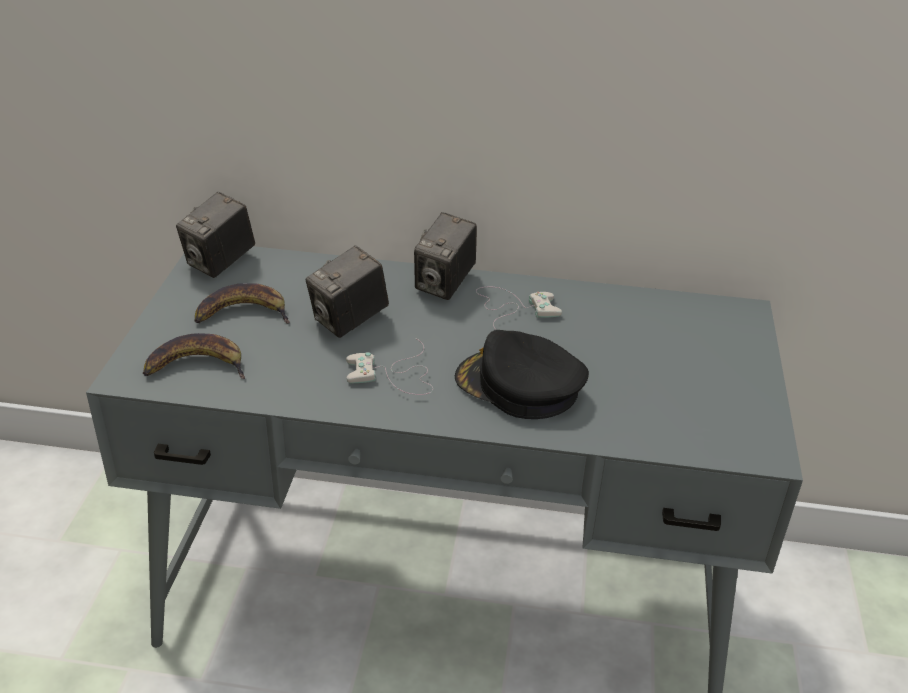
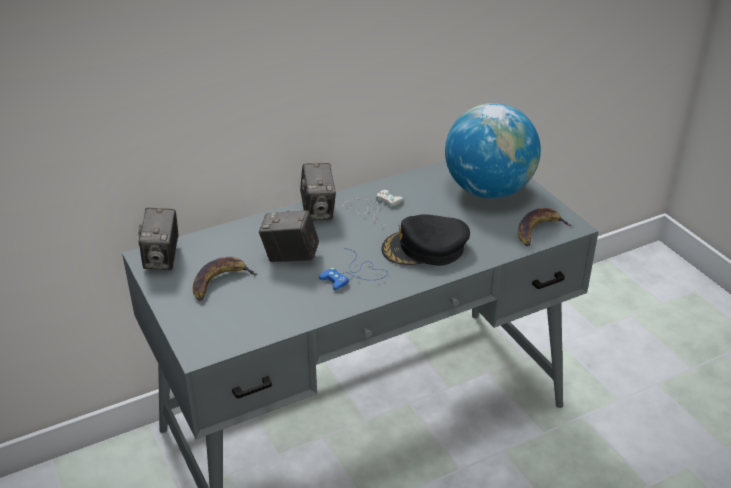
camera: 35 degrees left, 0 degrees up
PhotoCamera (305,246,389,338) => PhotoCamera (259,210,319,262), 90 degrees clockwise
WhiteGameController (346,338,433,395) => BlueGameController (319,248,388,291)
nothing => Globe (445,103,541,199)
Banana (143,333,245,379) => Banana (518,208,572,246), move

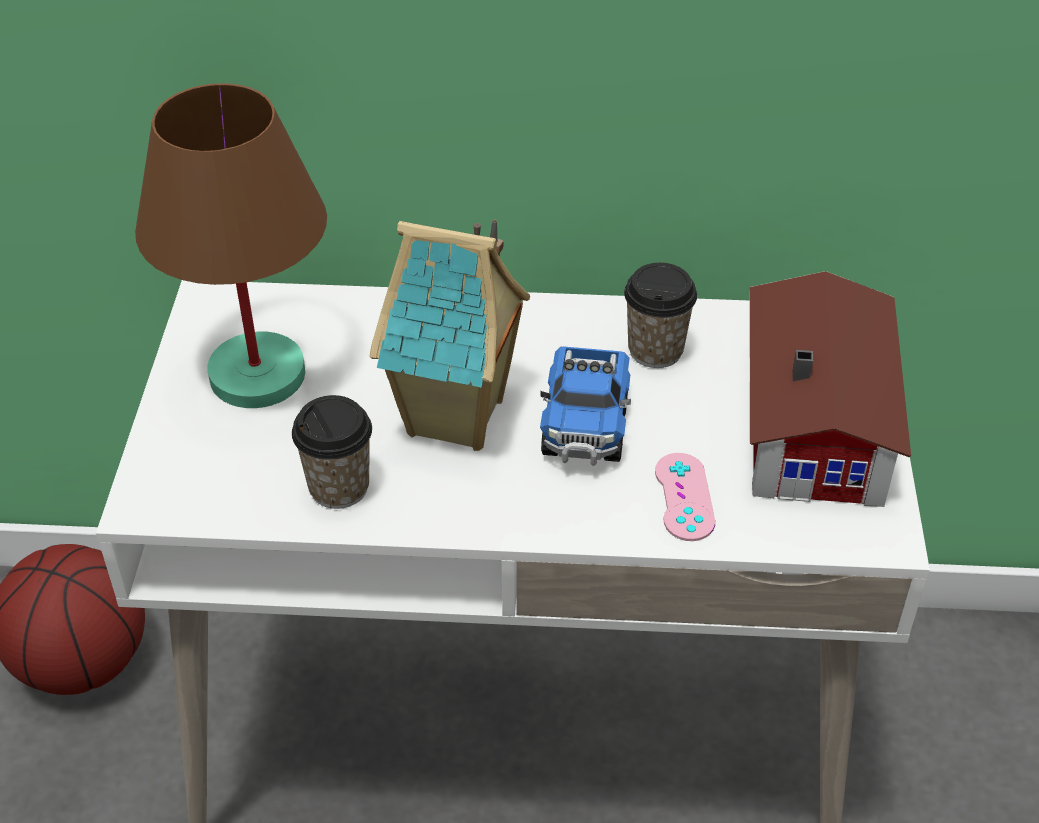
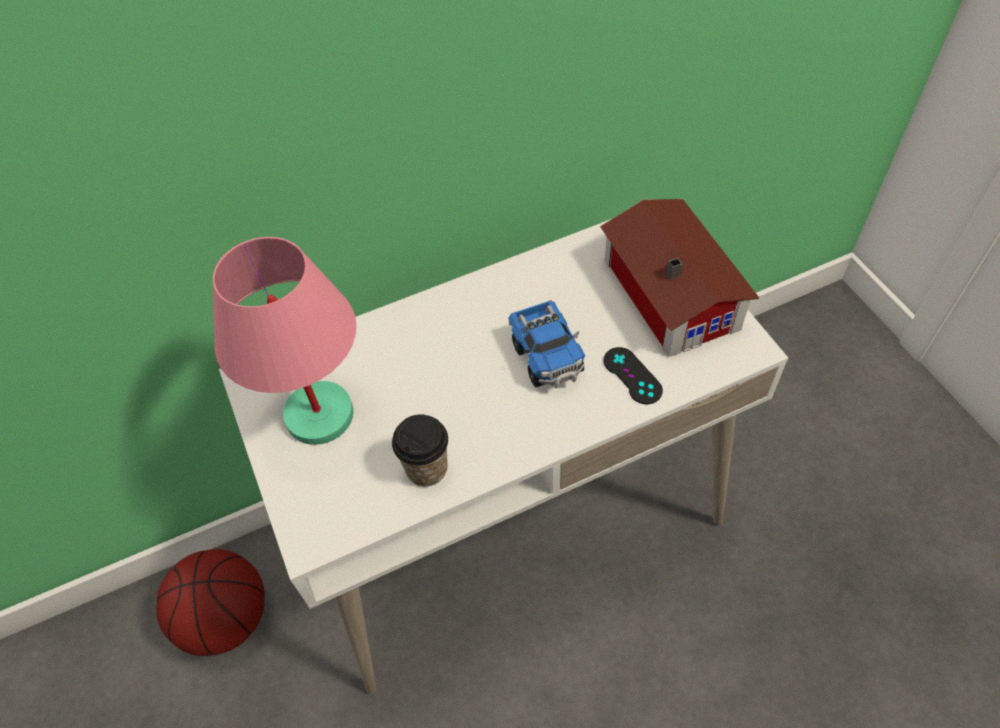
camera: 25 degrees left, 10 degrees up
BrownTableLamp (135,83,327,408) => PinkTableLamp (213,237,357,445)
PinkGameController (655,453,715,541) => BlackGameController (603,347,663,404)
ToyHouse (370,219,530,451) => nothing
Cup (624,263,697,368) => nothing

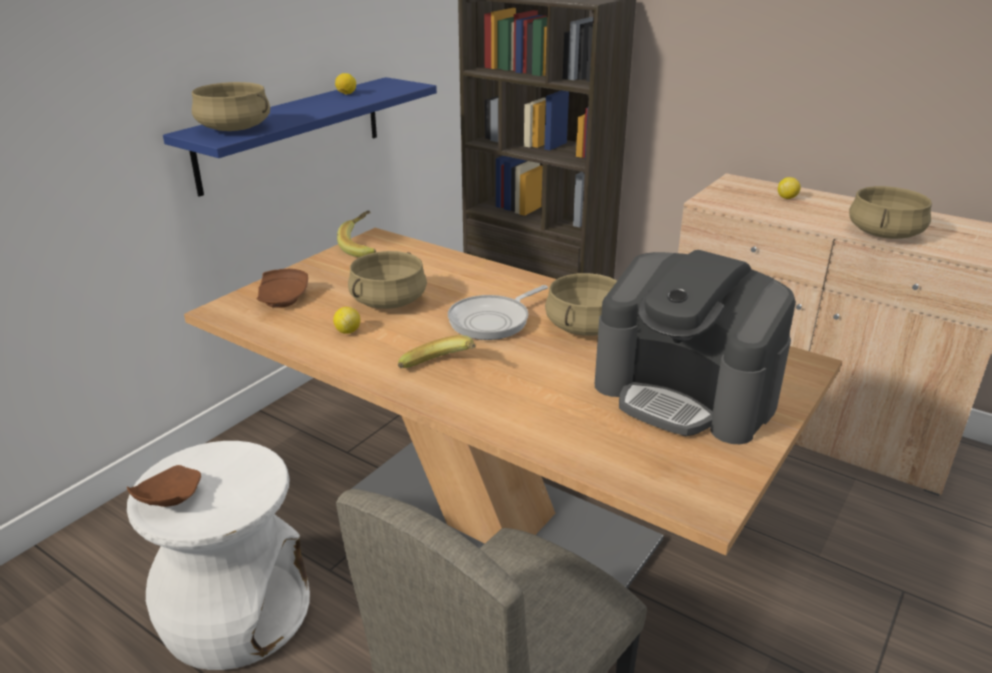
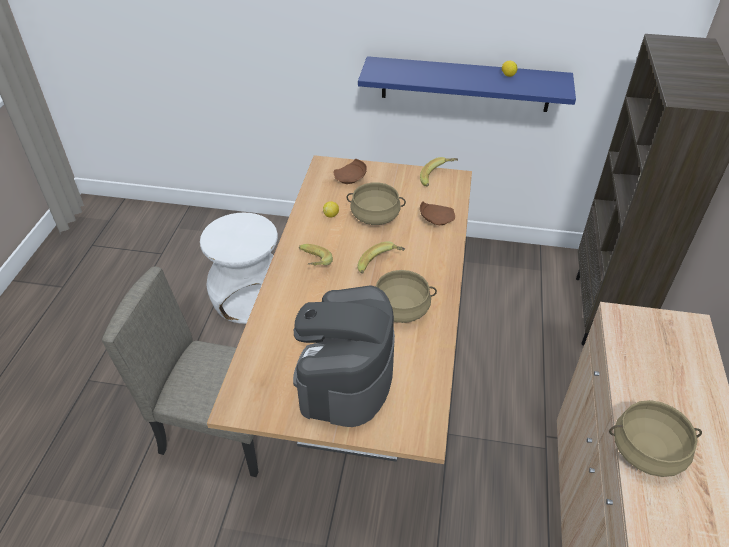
camera: 65 degrees right, 15 degrees up
FryingPan (448,285,548,340) => Banana (357,241,405,274)
BrownPlate (127,465,201,507) => BrownPlate (420,201,455,225), move
BeigeCookingPot (192,82,270,131) => nothing
Lemon (778,177,801,199) => nothing

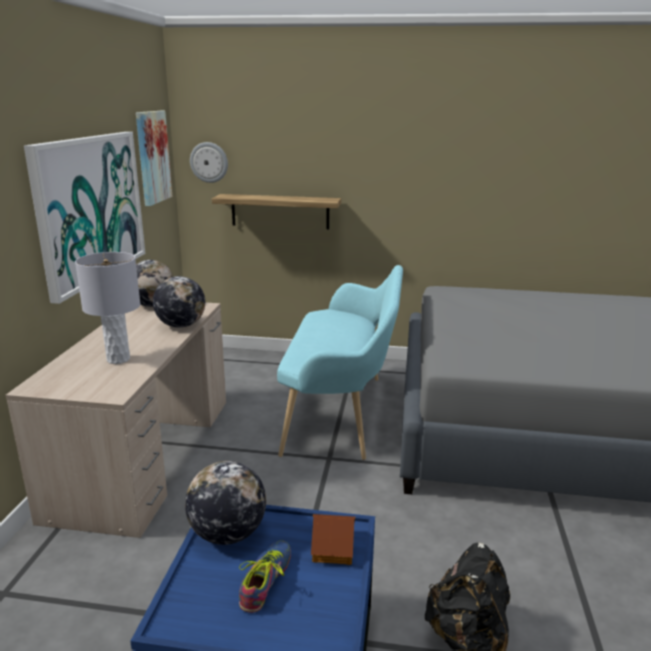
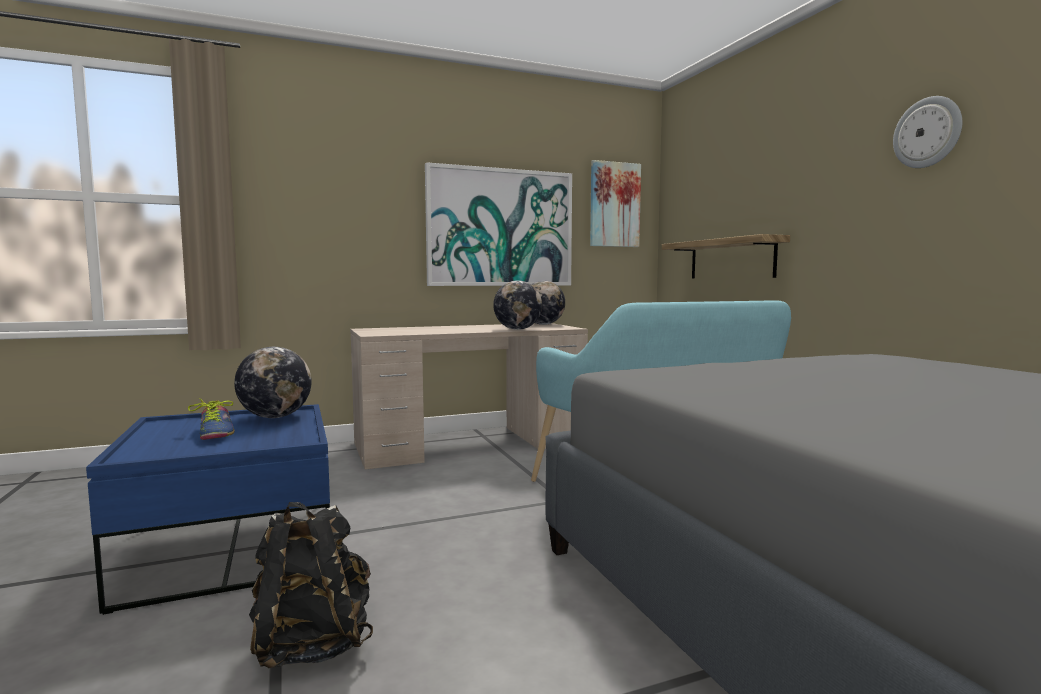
camera: 60 degrees right, 15 degrees down
Shoe (239,541,291,613) => Shoe (188,398,235,440), 75 degrees clockwise
WallClock (190,142,228,183) => WallClock (893,96,962,168), move
GreyTableLamp (75,252,140,364) => nothing
ToyHouse (311,514,355,565) => nothing

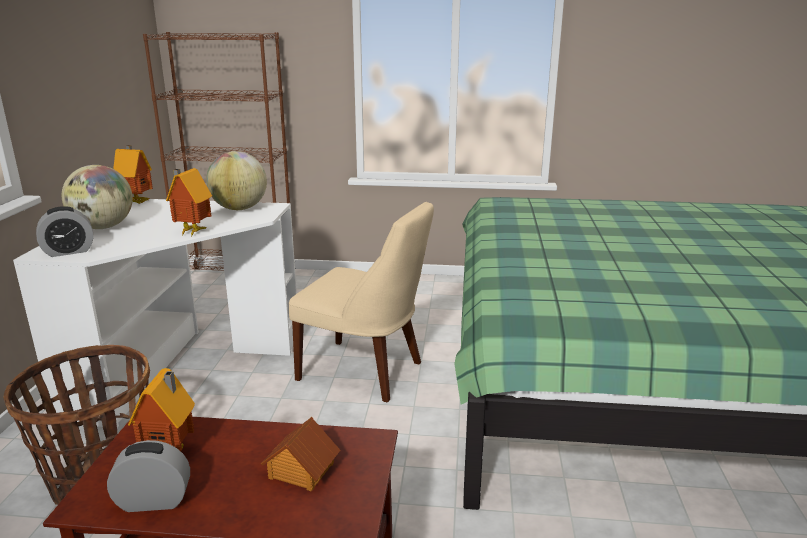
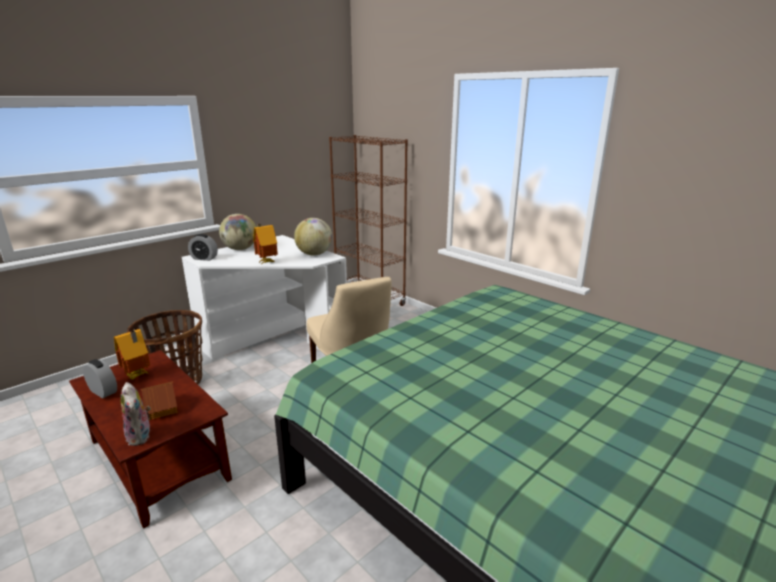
camera: 40 degrees right, 0 degrees up
nothing => PlushToy (121,382,151,446)
ToyHouse (113,145,153,204) => nothing

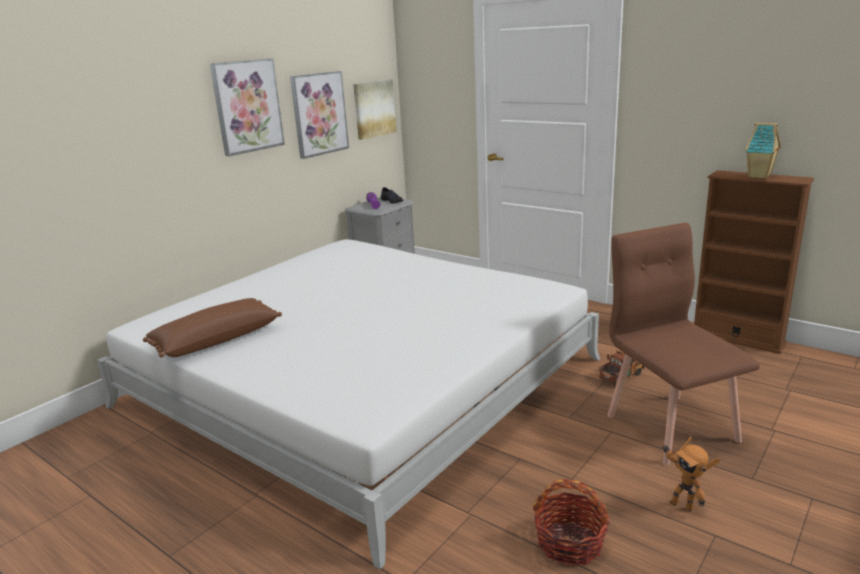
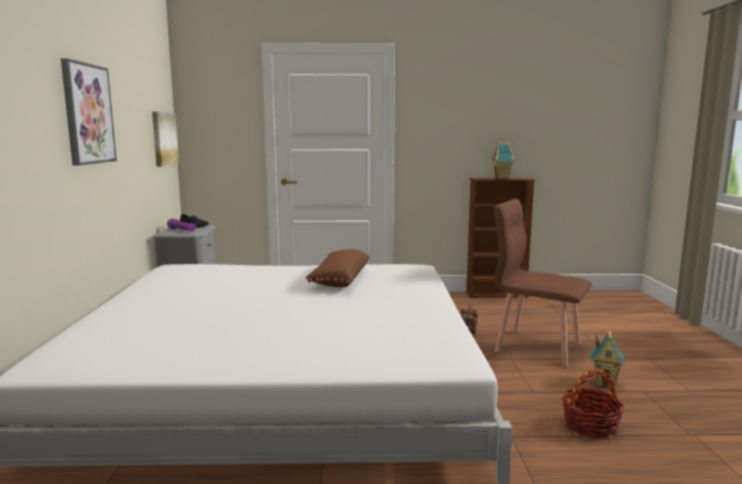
camera: 40 degrees left, 10 degrees down
BrownPillow (143,298,282,358) => BrownPillow (306,249,370,287), move
ToyRobot (662,437,720,511) => ToyHouse (591,331,625,388)
Picture (290,71,349,159) => nothing

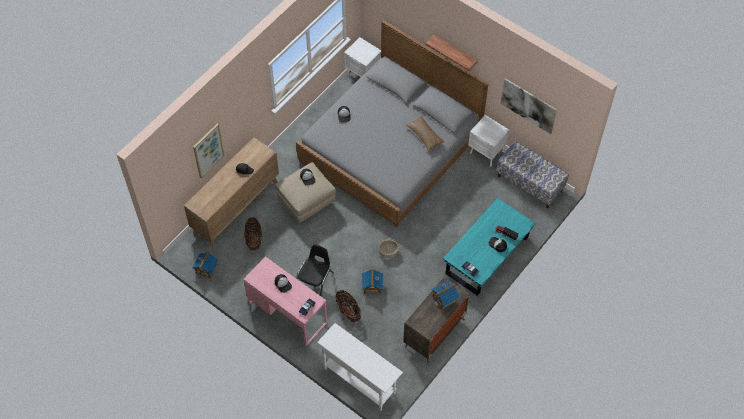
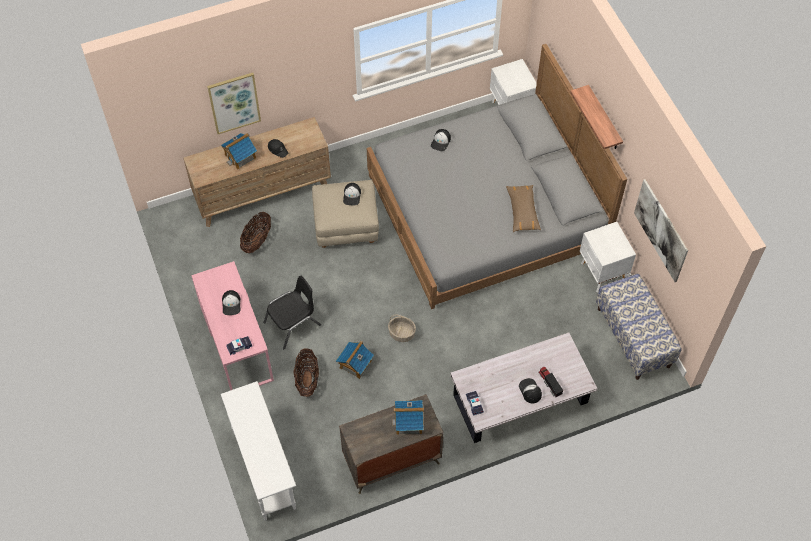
camera: 30 degrees right, 0 degrees up
ToyHouse (192,251,219,278) => ToyHouse (221,133,257,169), move
TurquoiseCoffeeTable (443,198,535,296) => WhiteCoffeeTable (450,332,598,443)

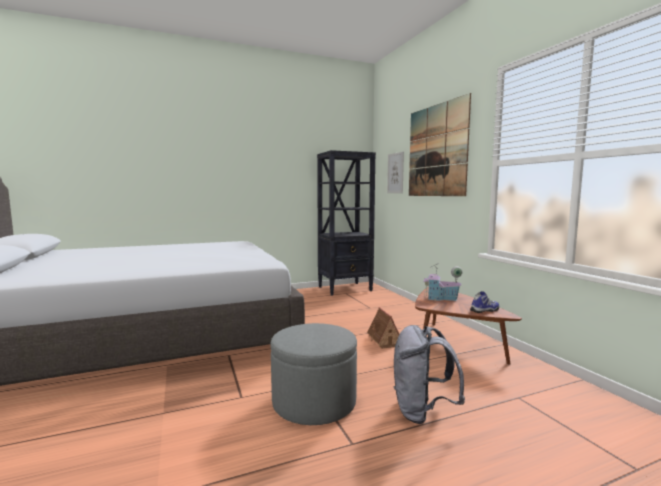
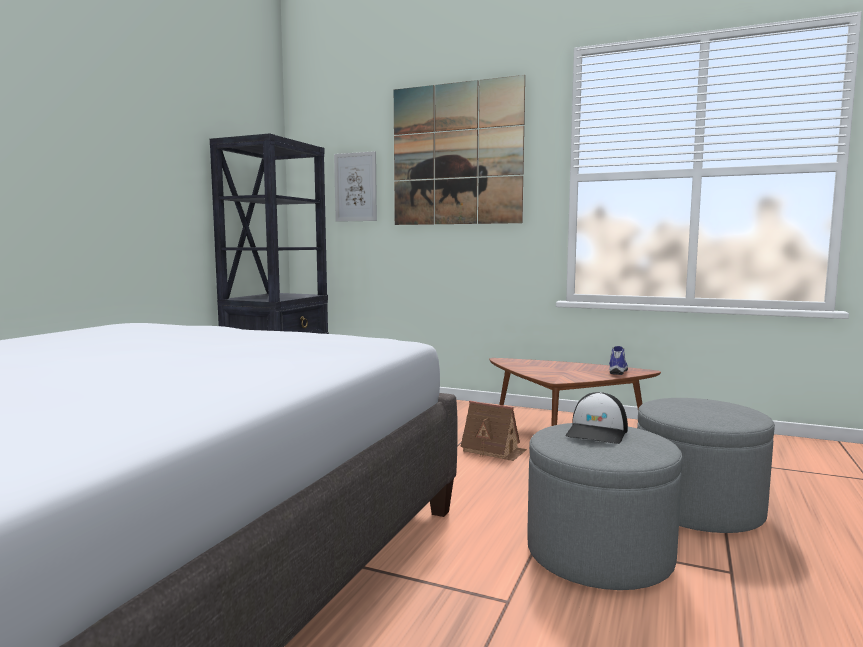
camera: 45 degrees left, 0 degrees up
nothing => Cap (565,392,628,444)
GreyBackpack (394,325,465,424) => GreyOttoman (637,398,775,533)
ToyHouse (423,263,462,301) => nothing

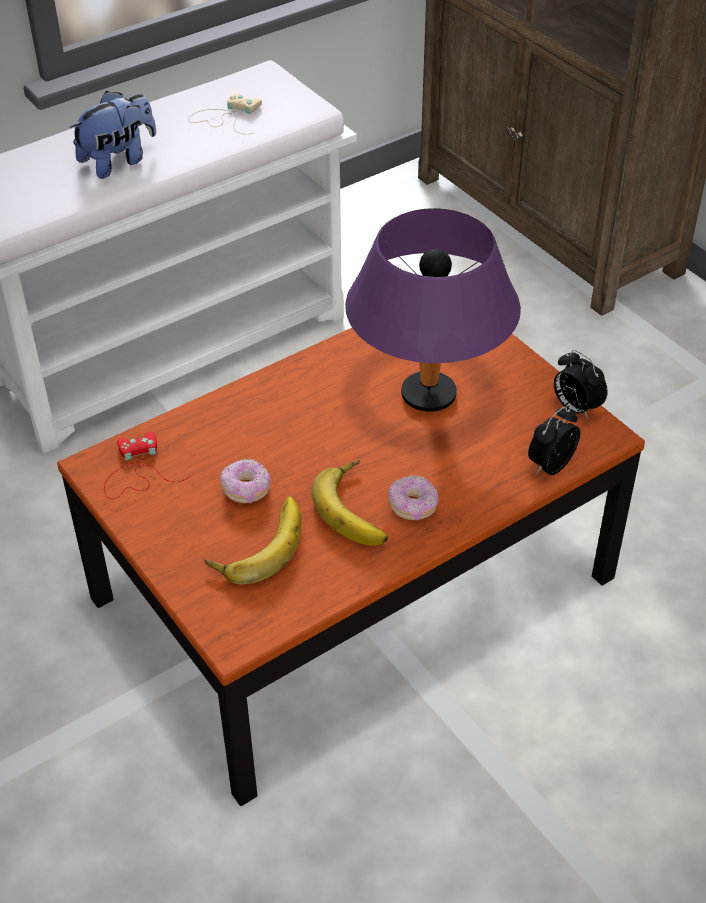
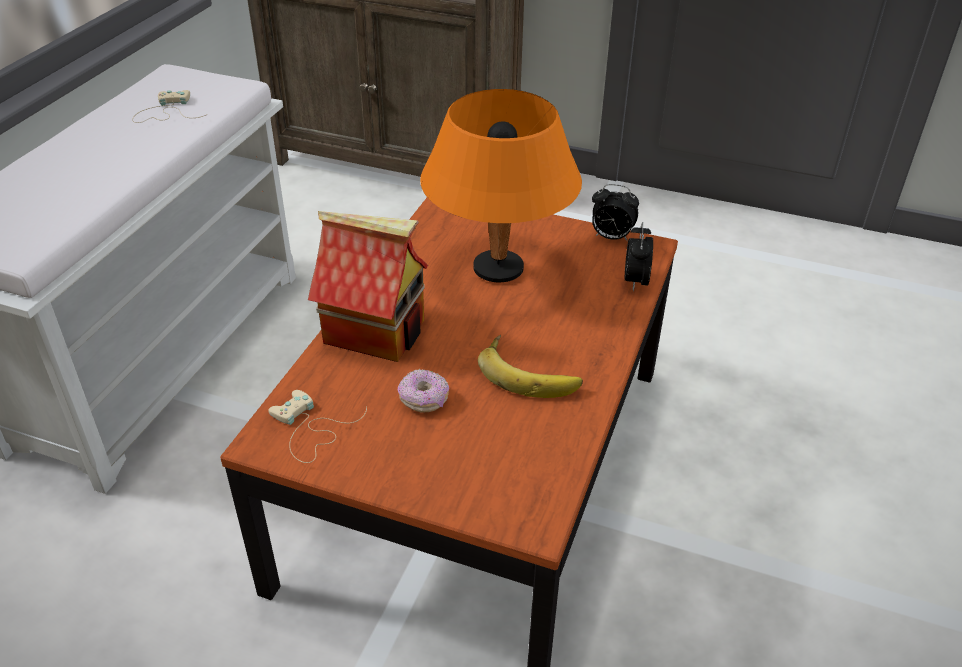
camera: 35 degrees left, 5 degrees down
RedGameController (104,432,194,499) => BeigeGameController (268,390,367,463)
nothing => ToyHouse (308,211,428,362)
PurpleTableLamp (345,208,521,412) => OrangeTableLamp (420,89,582,282)
PlushToy (69,91,156,179) => nothing
Banana (205,496,301,585) => nothing
Donut (388,475,439,521) => nothing

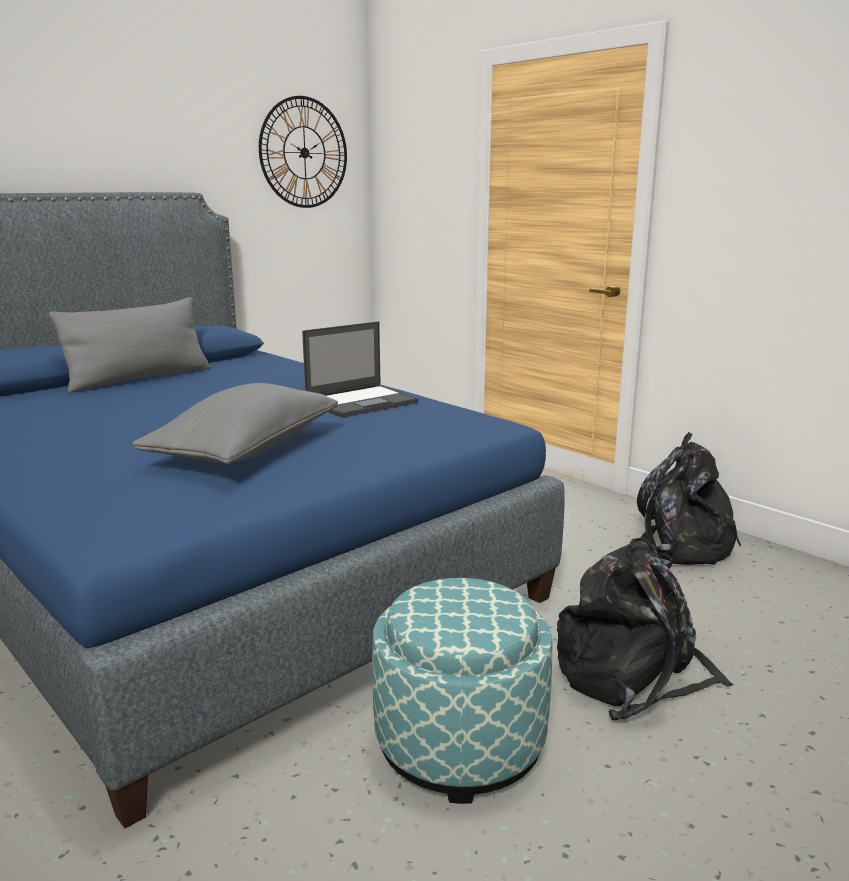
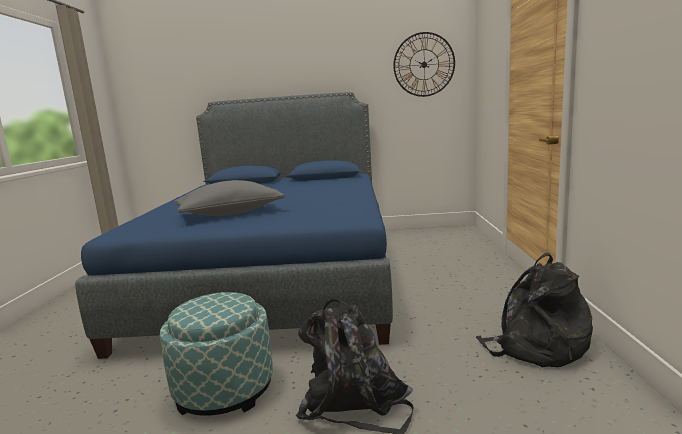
camera: 45 degrees right, 5 degrees down
GreyPillow (49,297,210,393) => nothing
Laptop (302,321,418,418) => nothing

